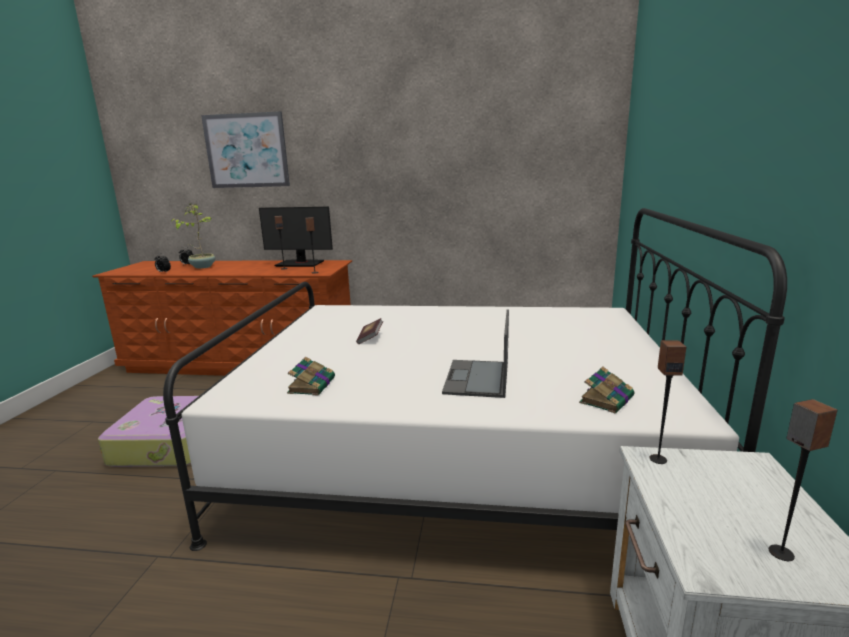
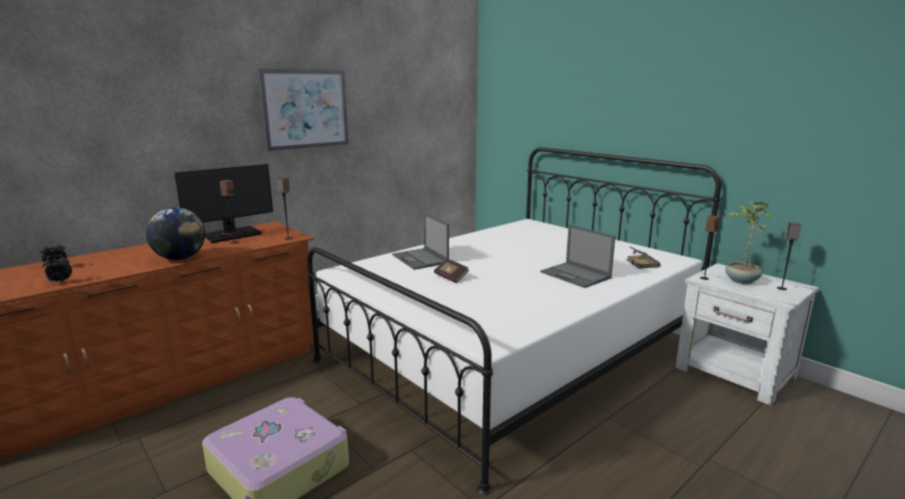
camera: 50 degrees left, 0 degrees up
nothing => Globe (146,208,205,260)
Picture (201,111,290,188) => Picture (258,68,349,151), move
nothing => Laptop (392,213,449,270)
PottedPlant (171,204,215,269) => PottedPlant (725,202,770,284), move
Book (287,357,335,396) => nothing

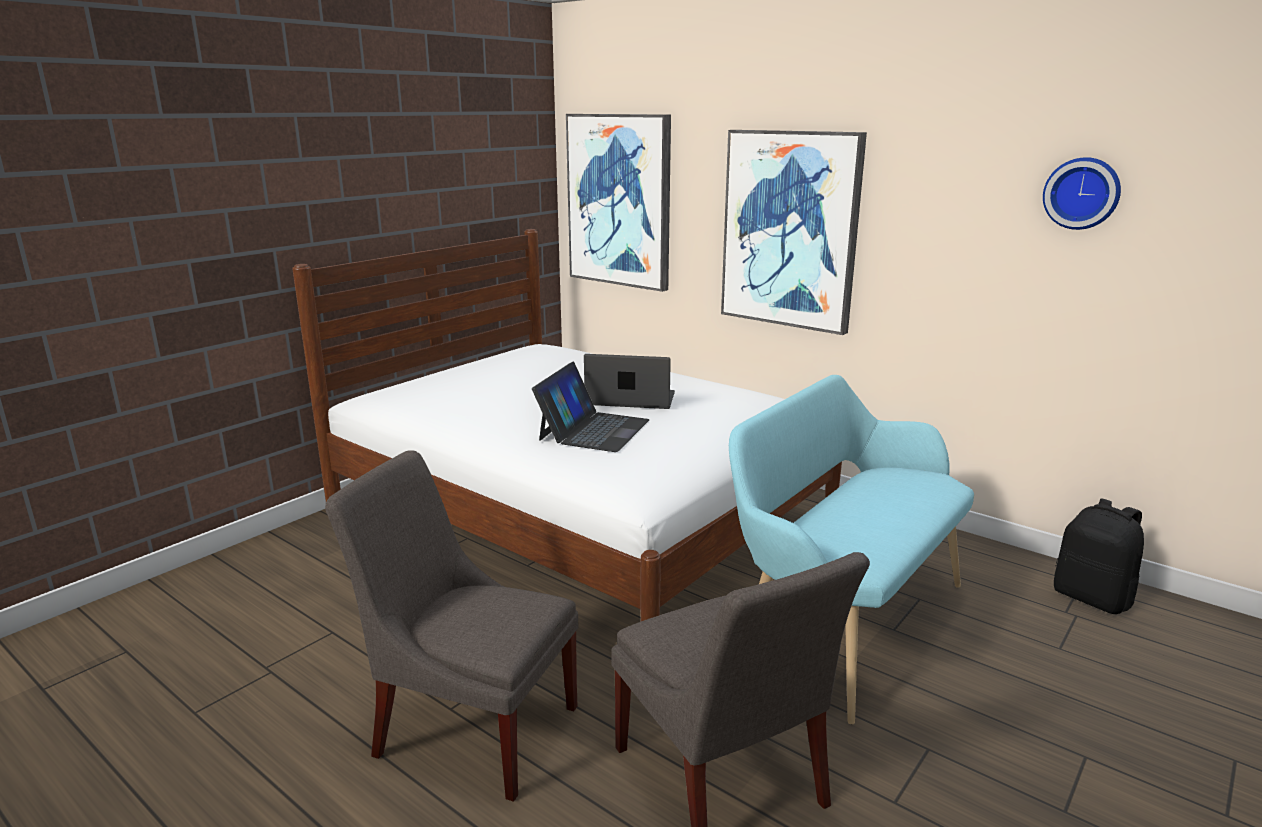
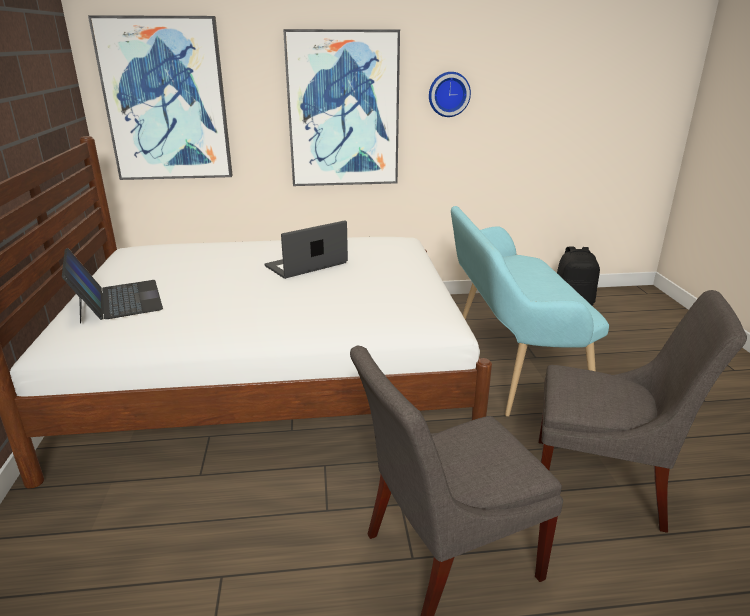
camera: 45 degrees left, 5 degrees up
Laptop (532,362,649,452) => Laptop (62,248,163,323), move
WallClock (1043,157,1121,230) => WallClock (429,72,471,117), move

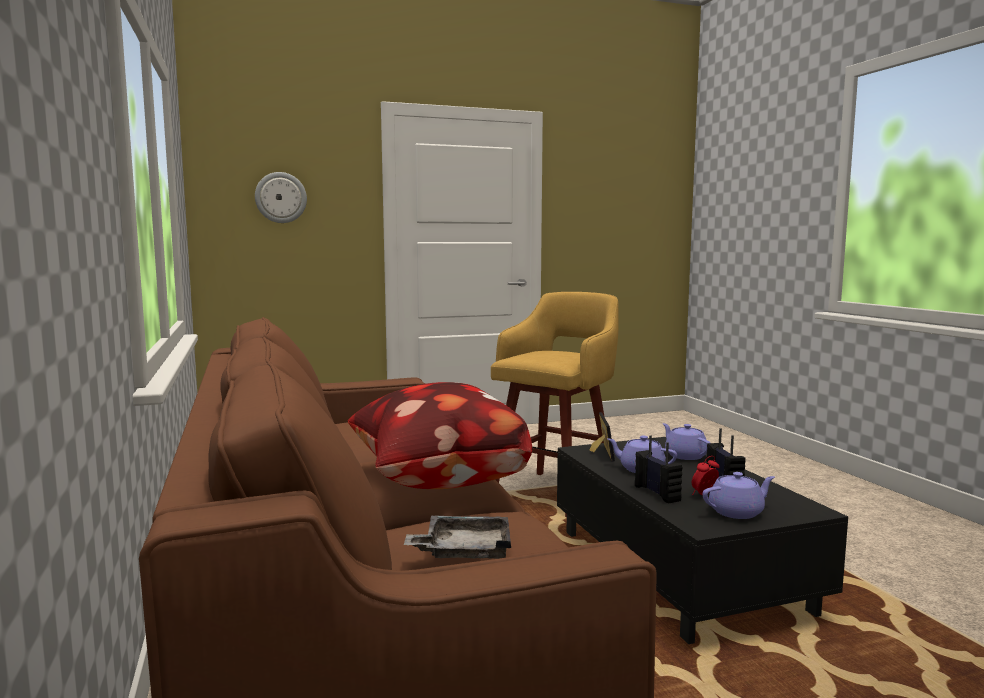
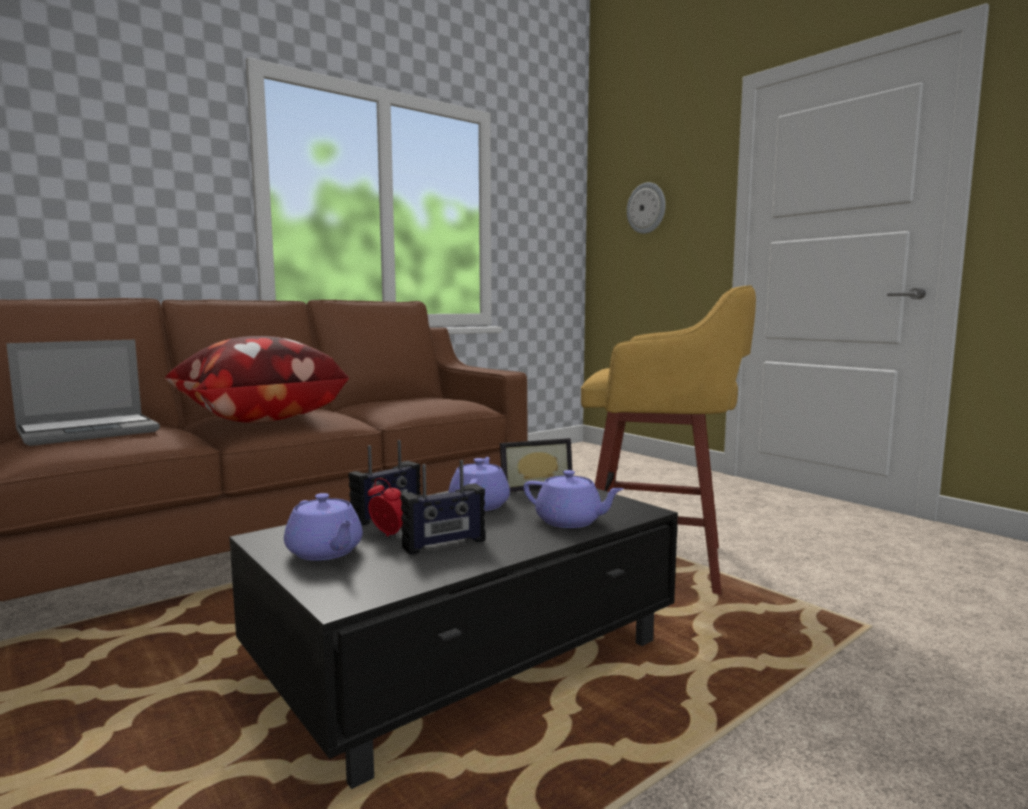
camera: 70 degrees right, 0 degrees up
GreyTray (404,516,511,559) => Laptop (6,340,160,446)
PurpleTeapot (662,423,710,460) => PurpleTeapot (523,470,623,528), 75 degrees clockwise

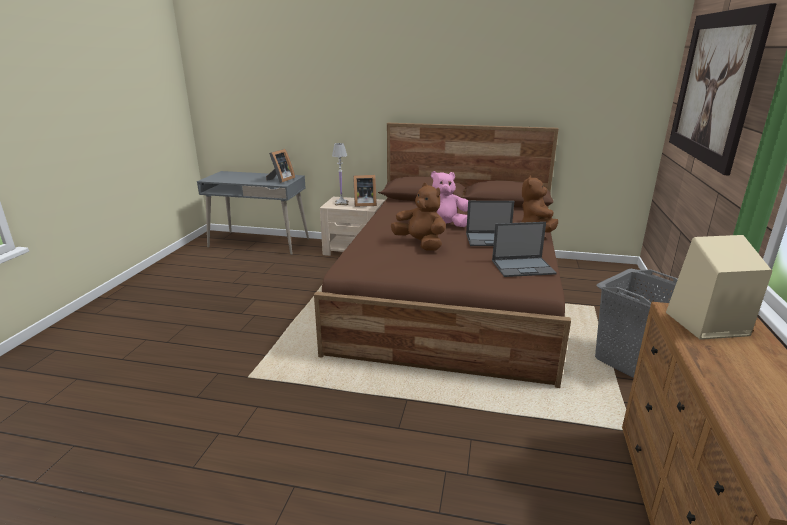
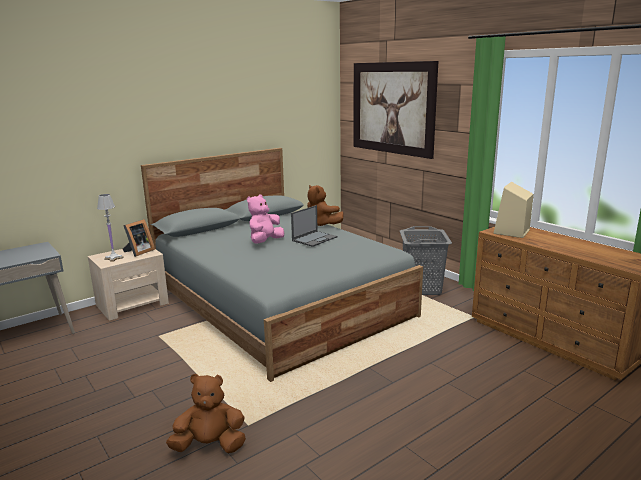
camera: 50 degrees left, 5 degrees down
BrownBed (314,123,571,388) => GreyBed (141,148,423,382)
BrownPlushToy (391,183,446,251) => BrownPlushToy (166,374,246,453), move
PictureFrame (266,149,295,183) => nothing
Laptop (492,222,557,277) => nothing

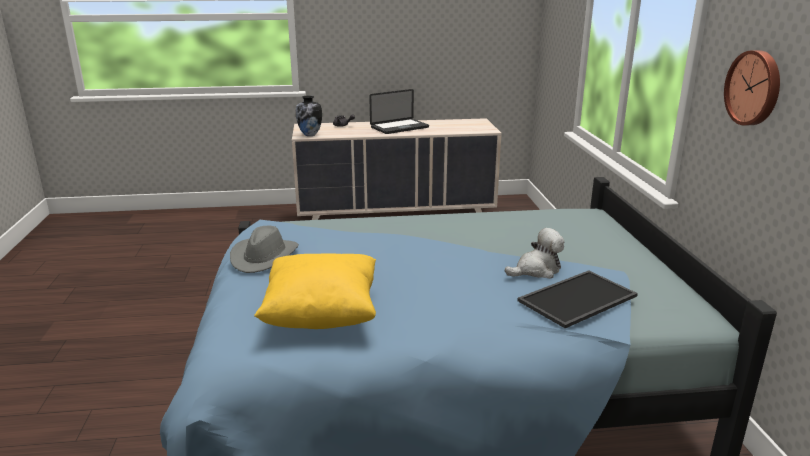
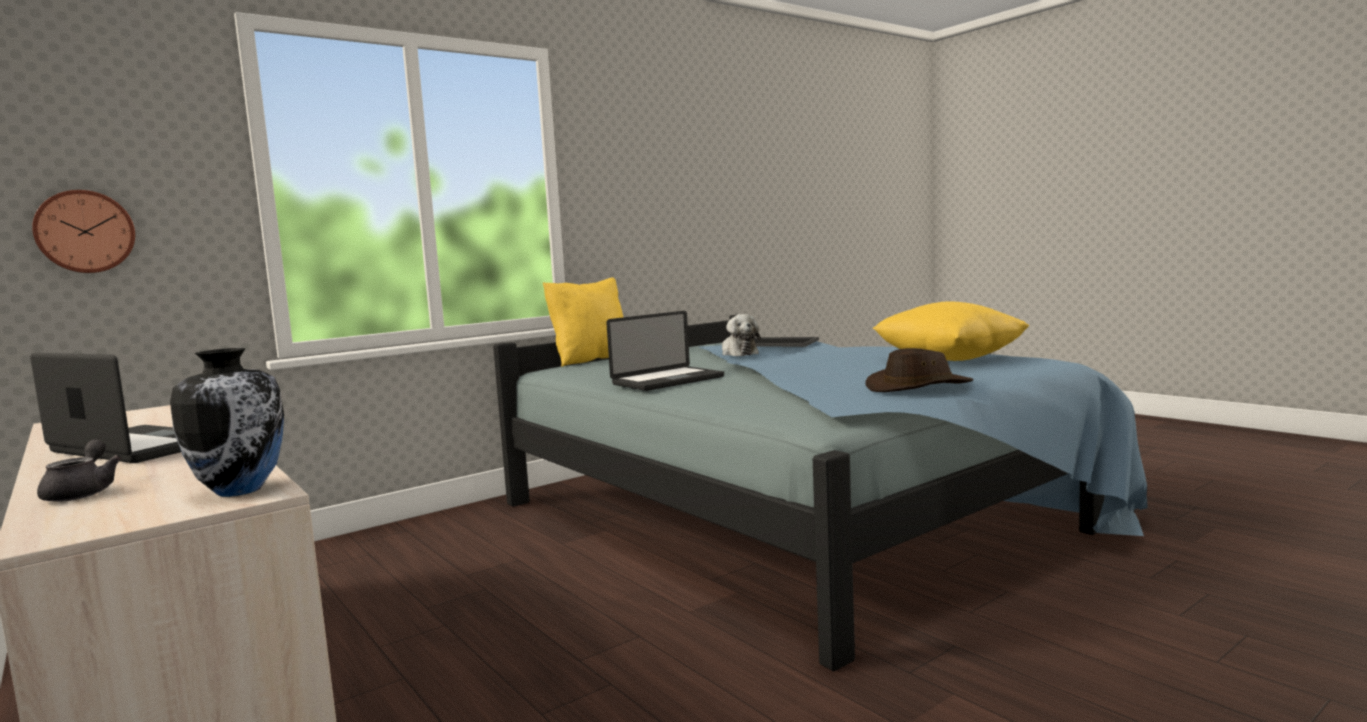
camera: 120 degrees left, 15 degrees down
WallClock (724,50,780,125) => WallClock (32,190,135,273), move
nothing => YellowPillow (543,278,623,367)
nothing => Laptop (606,311,724,391)
PlushToy (505,228,565,279) => PlushToy (722,314,761,356), 150 degrees counterclockwise
GreyHat (230,226,299,273) => BrownHat (866,348,974,392)

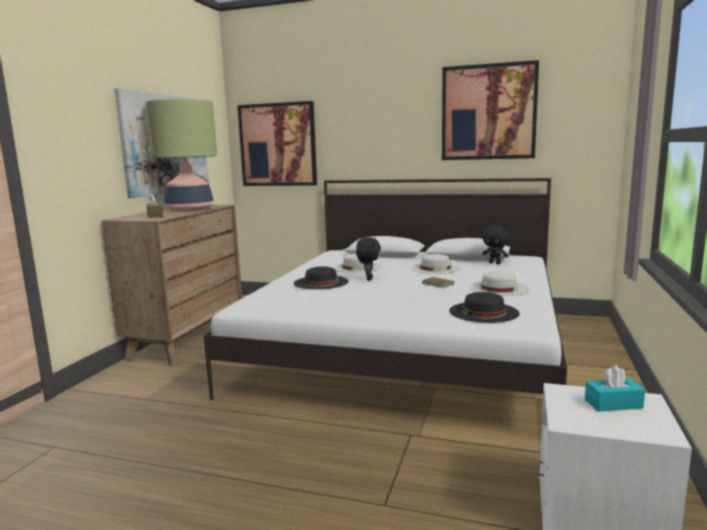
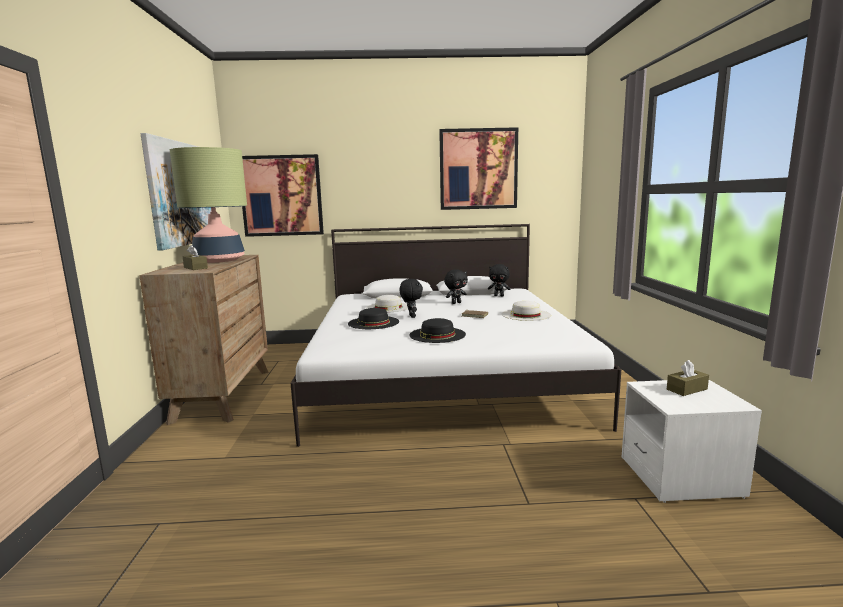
camera: 20 degrees left, 0 degrees up
BlackHat (449,292,520,323) => BlackHat (409,318,466,343), move
WhiteHat (411,254,461,274) => BlackPlushToy (444,269,468,304)
TurquoiseTissueBox (585,365,645,412) => BrownTissueBox (667,360,709,396)

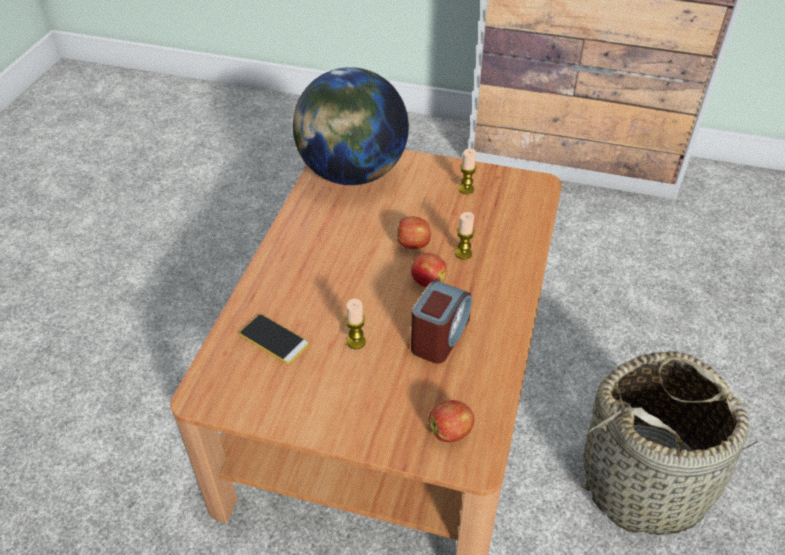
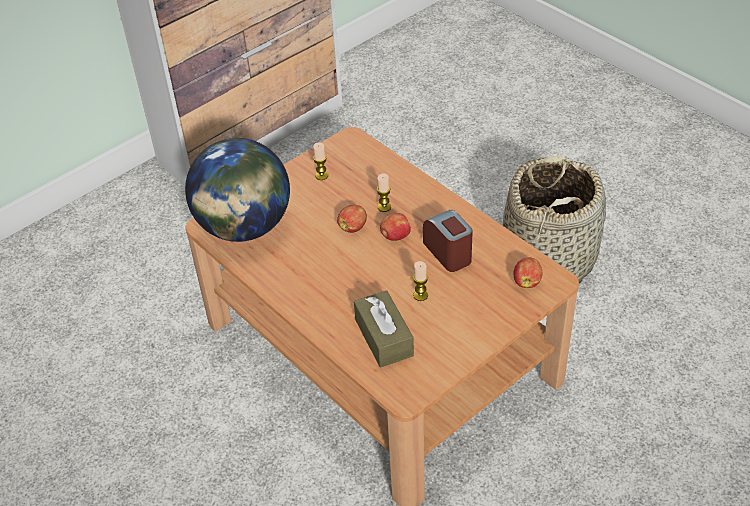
camera: 55 degrees left, 0 degrees up
Phone (239,314,309,364) => BrownTissueBox (354,290,414,368)

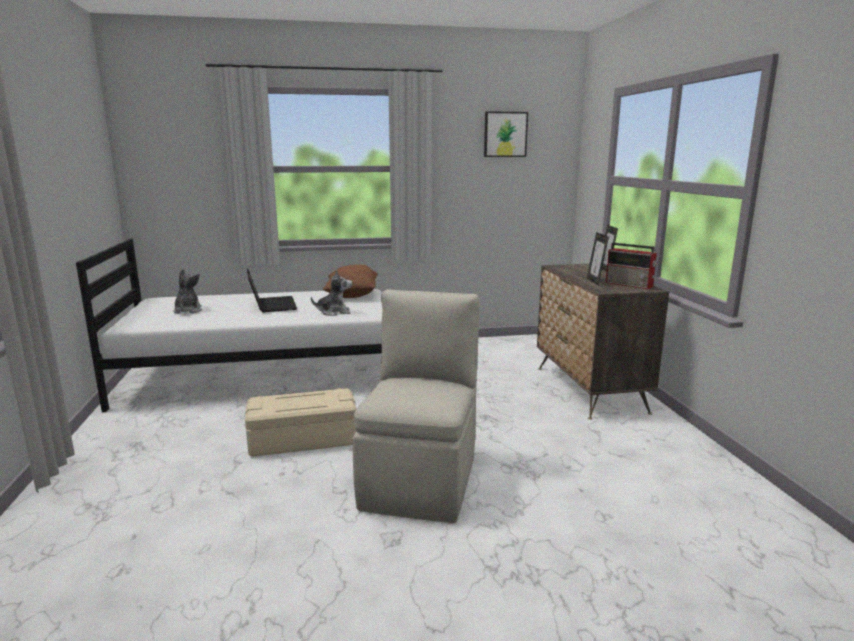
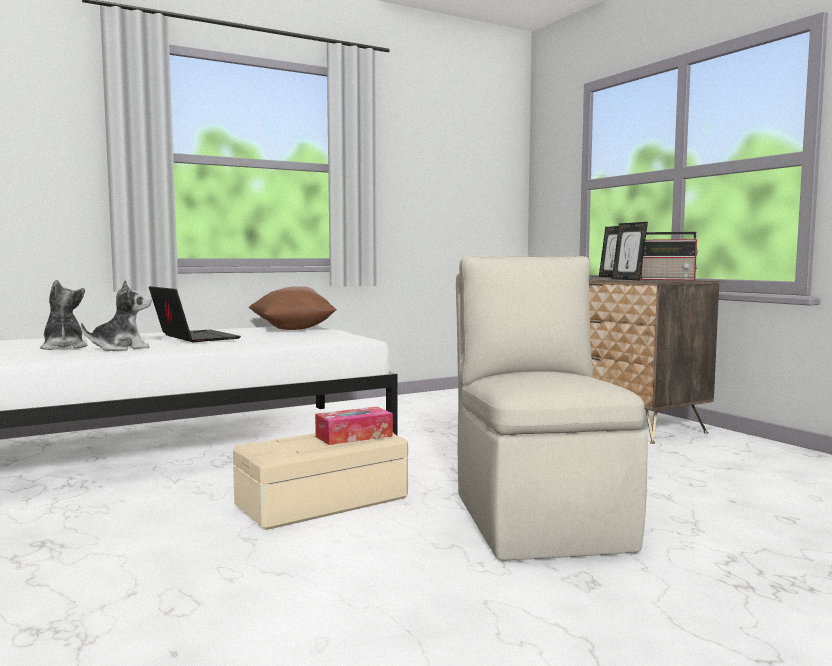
camera: 20 degrees left, 10 degrees down
PlushToy (311,270,352,316) => PlushToy (81,280,152,351), move
nothing => TissueBox (315,407,393,445)
Picture (484,111,528,157) => nothing

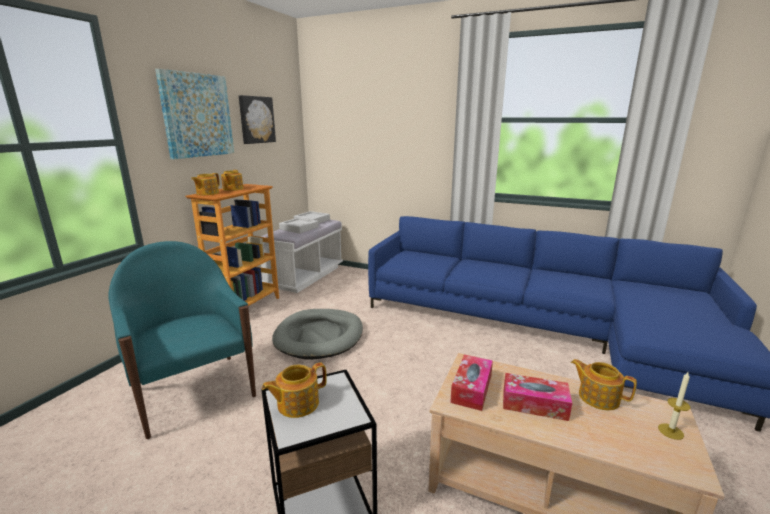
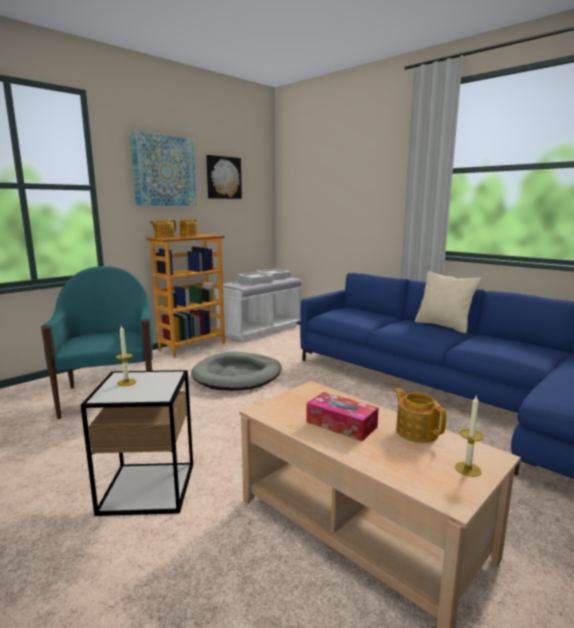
camera: 20 degrees right, 5 degrees down
Teapot (262,363,327,418) => Candle (116,325,136,386)
nothing => BeigePillow (415,271,481,333)
TissueBox (450,355,493,411) => nothing

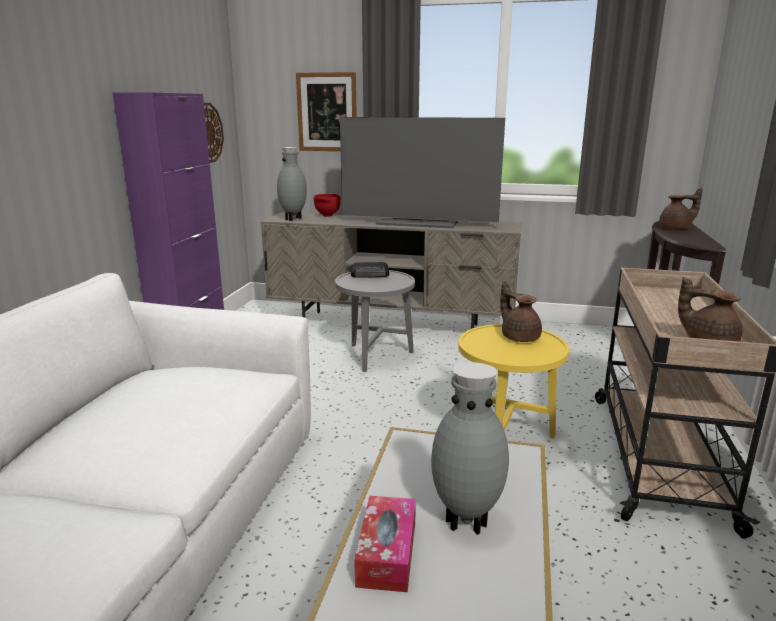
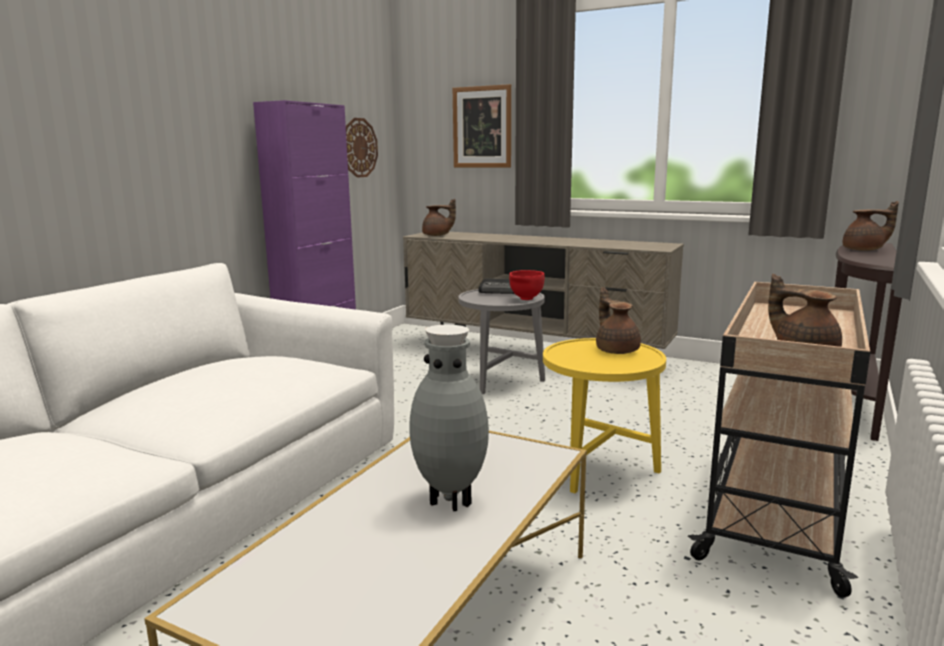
camera: 15 degrees right, 5 degrees down
GreyVase (277,147,307,221) => BrownTeapot (422,199,456,236)
RedBowl (314,194,341,217) => RedBowl (509,270,545,300), move
Television (340,117,505,228) => nothing
TissueBox (354,496,416,592) => nothing

